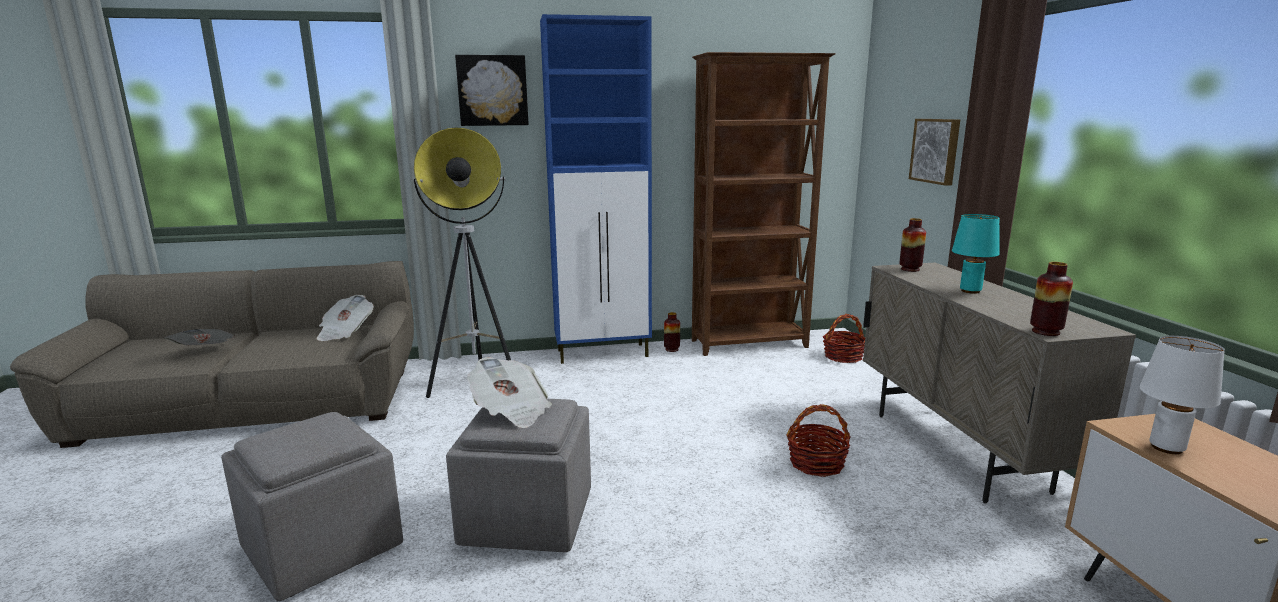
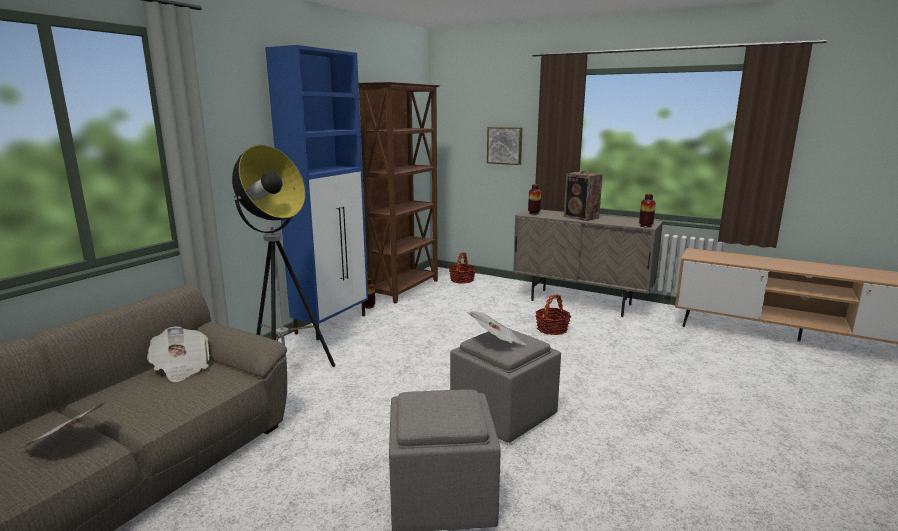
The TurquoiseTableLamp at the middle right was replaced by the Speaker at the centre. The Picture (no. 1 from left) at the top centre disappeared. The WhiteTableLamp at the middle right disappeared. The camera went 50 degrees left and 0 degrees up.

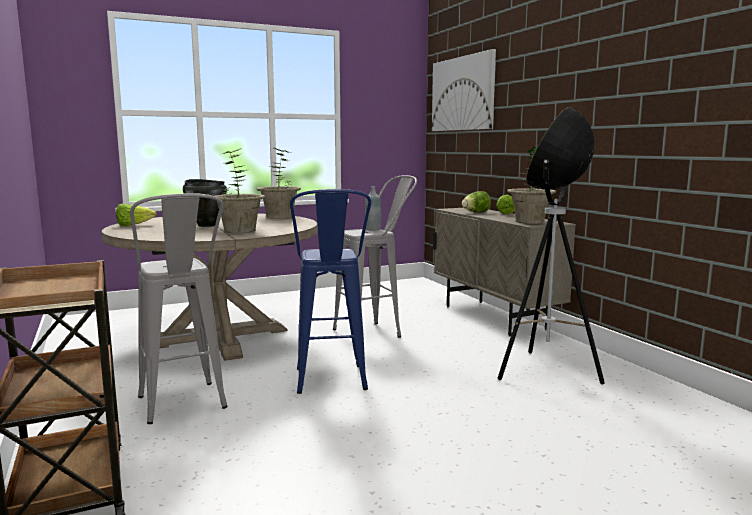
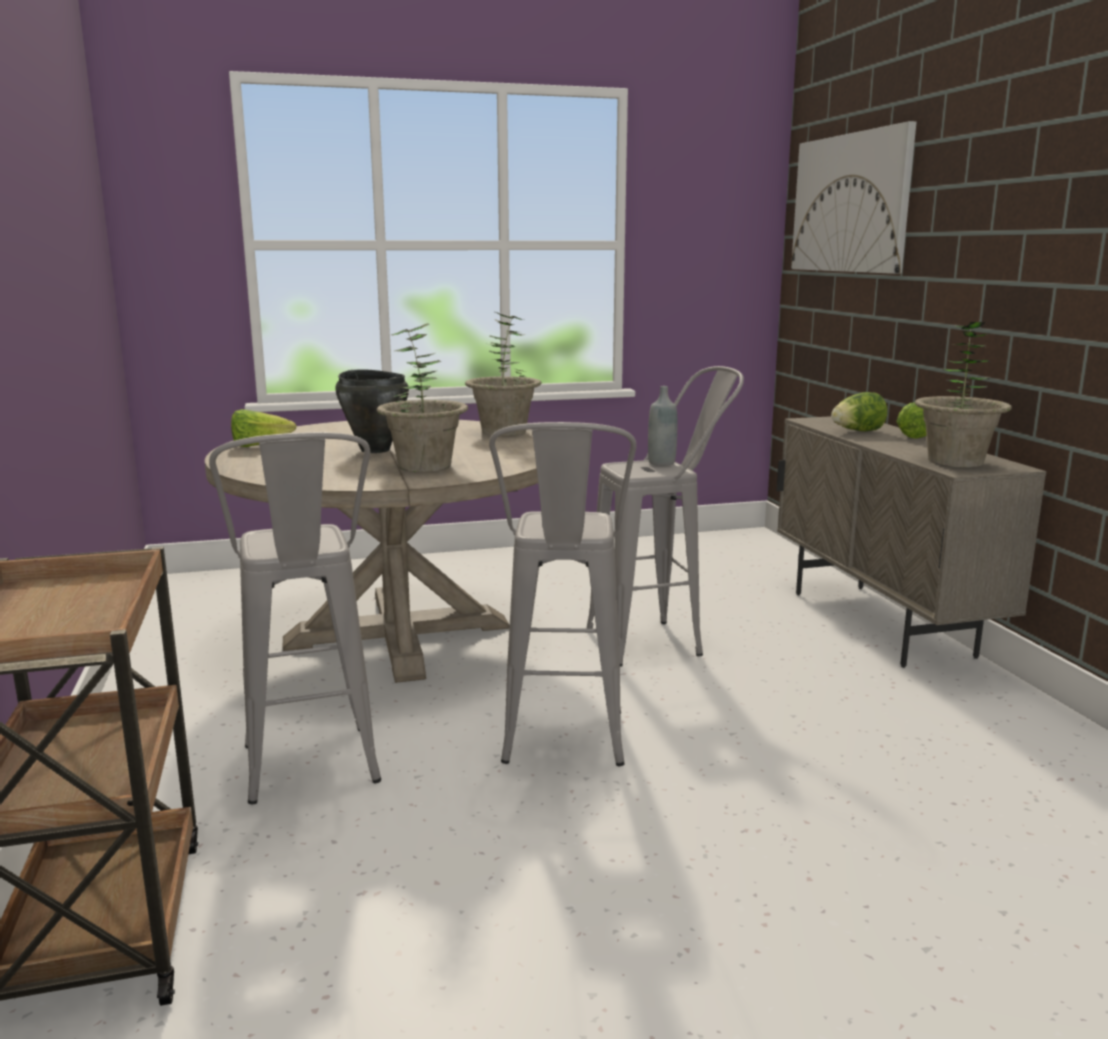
The BlueStool at the centre became the GreyStool (no. 2 from left) at the centre. The FloorLamp at the middle right disappeared. The camera went 10 degrees right and 5 degrees up.

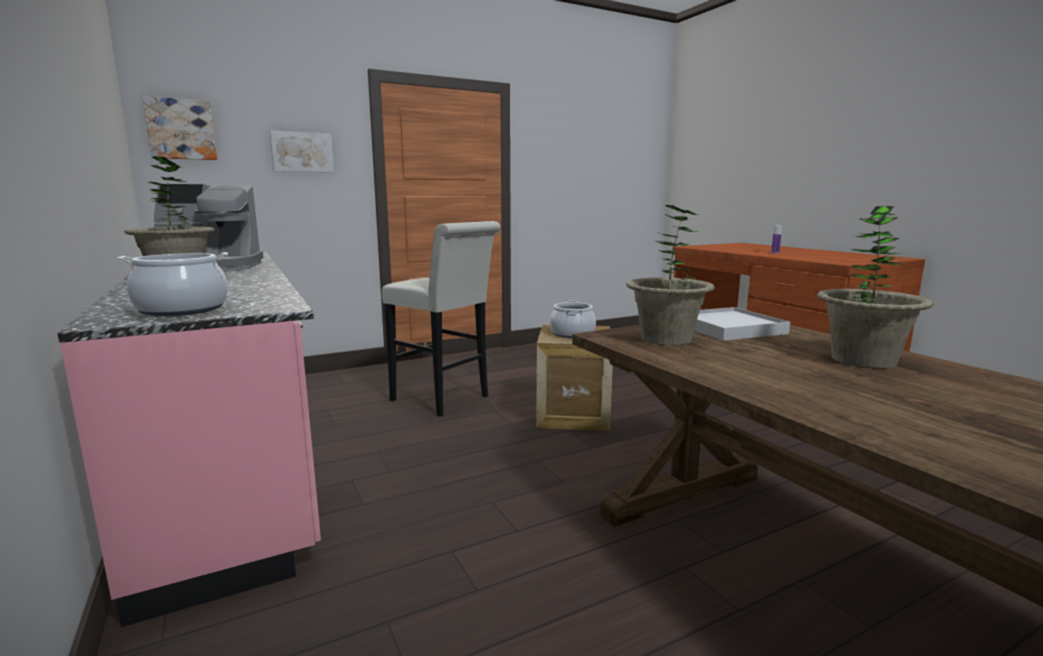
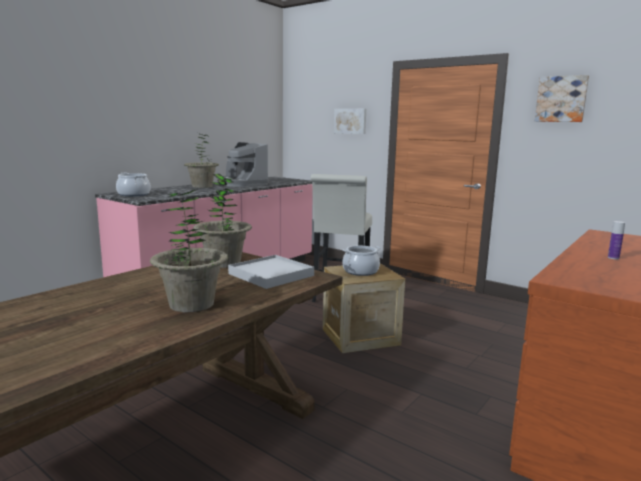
The Picture (no. 1 from left in the first image) moved from the top left to the top right. The camera went 65 degrees right and 0 degrees up.

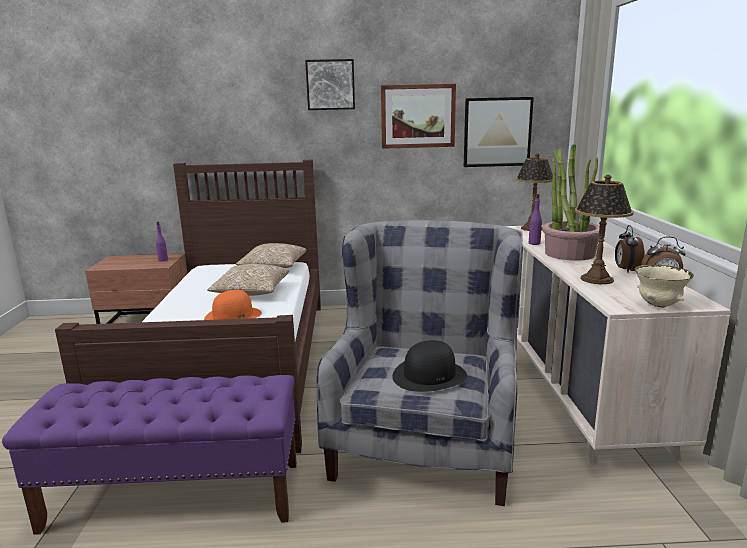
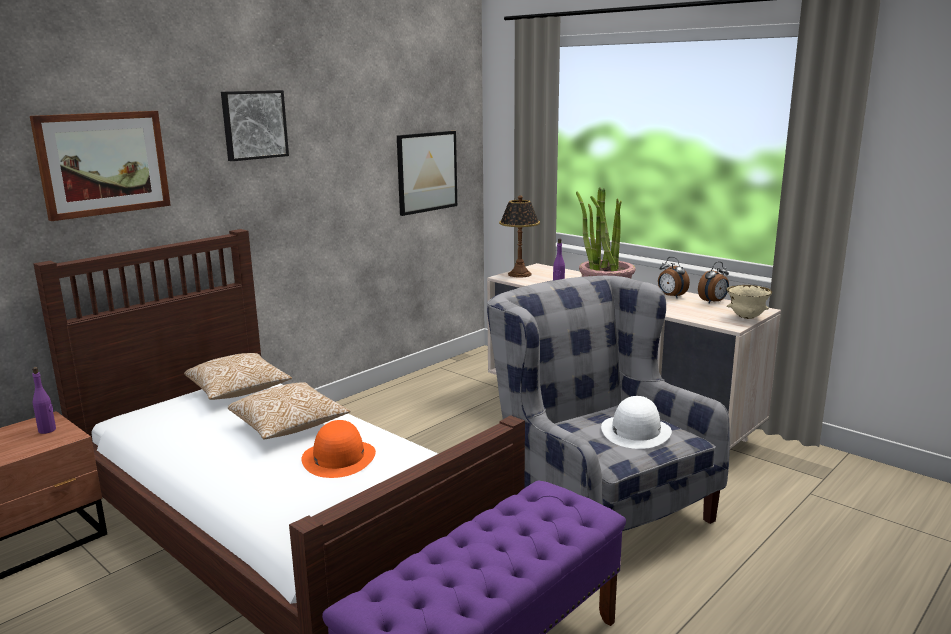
The Picture (no. 2 from left in the first image) moved from the top centre to the top left. The BlackHat at the bottom centre became the WhiteHat at the middle right. The TableLamp (no. 2 from left) at the middle right disappeared. The camera went 45 degrees left and 0 degrees up.

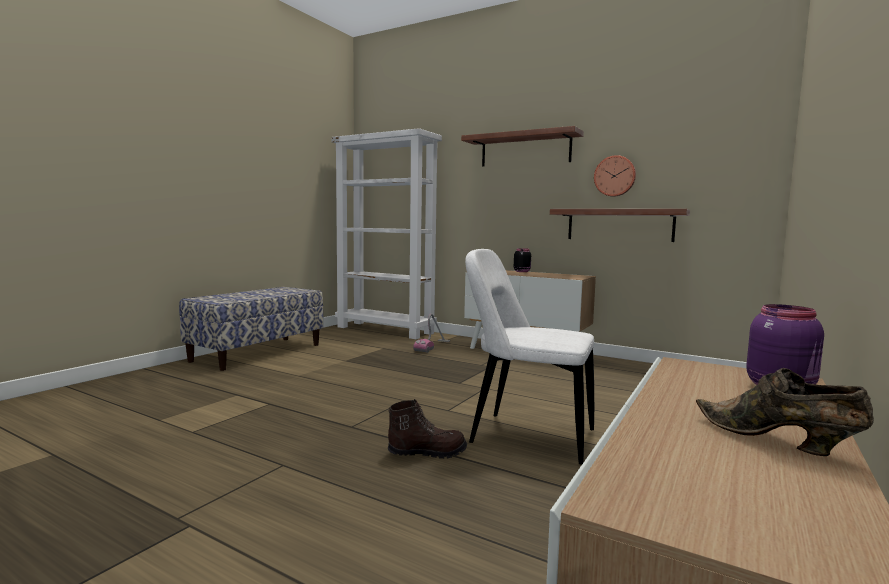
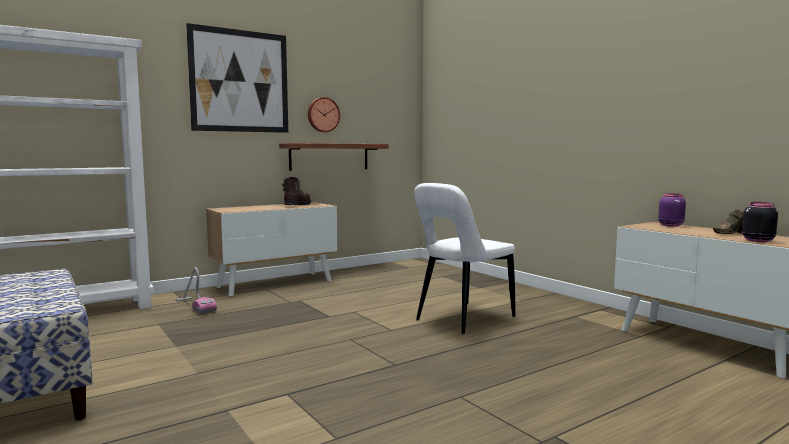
The Shelf (no. 1 from left) at the top centre was replaced by the Picture at the top left. The BrownBoot moved from the bottom centre to the centre. The BlackJar moved from the centre to the middle right. The camera went 65 degrees left and 0 degrees up.

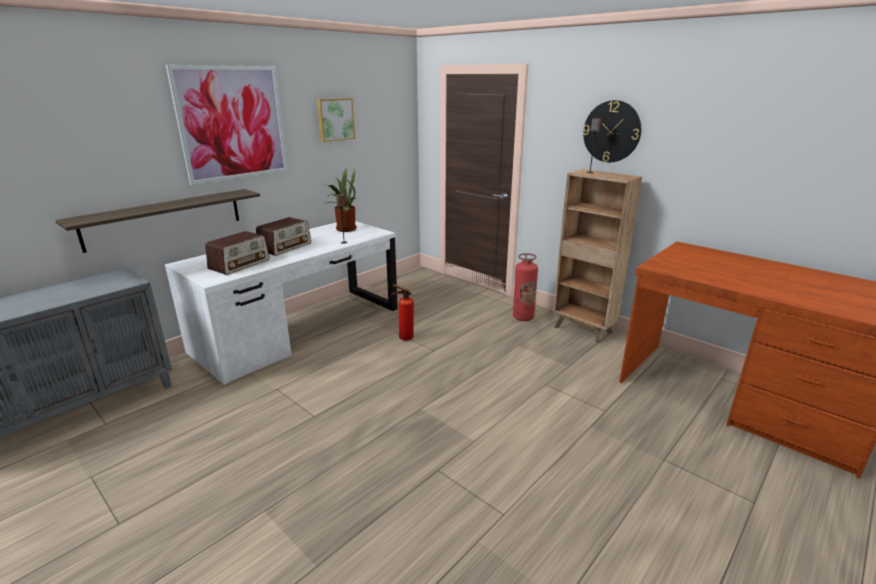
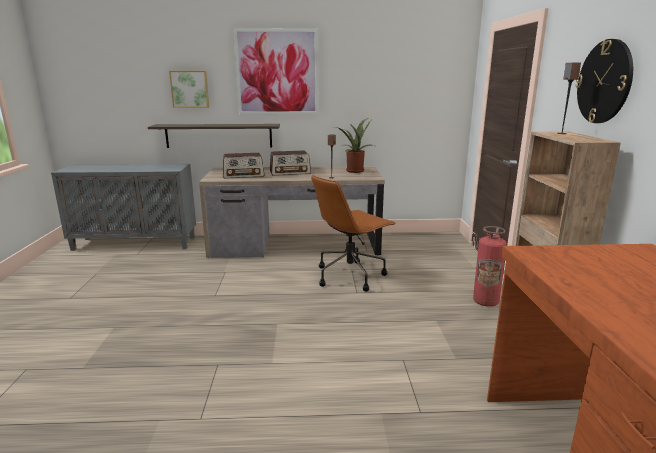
The Picture (no. 2 from left in the first image) moved from the top centre to the top left. The WhiteDesk at the middle left became the BrownDesk (no. 1 from left) at the centre. The FireExtinguisher (no. 1 from left) at the centre was replaced by the BrownOfficeChair at the centre. The camera went 45 degrees right and 5 degrees down.

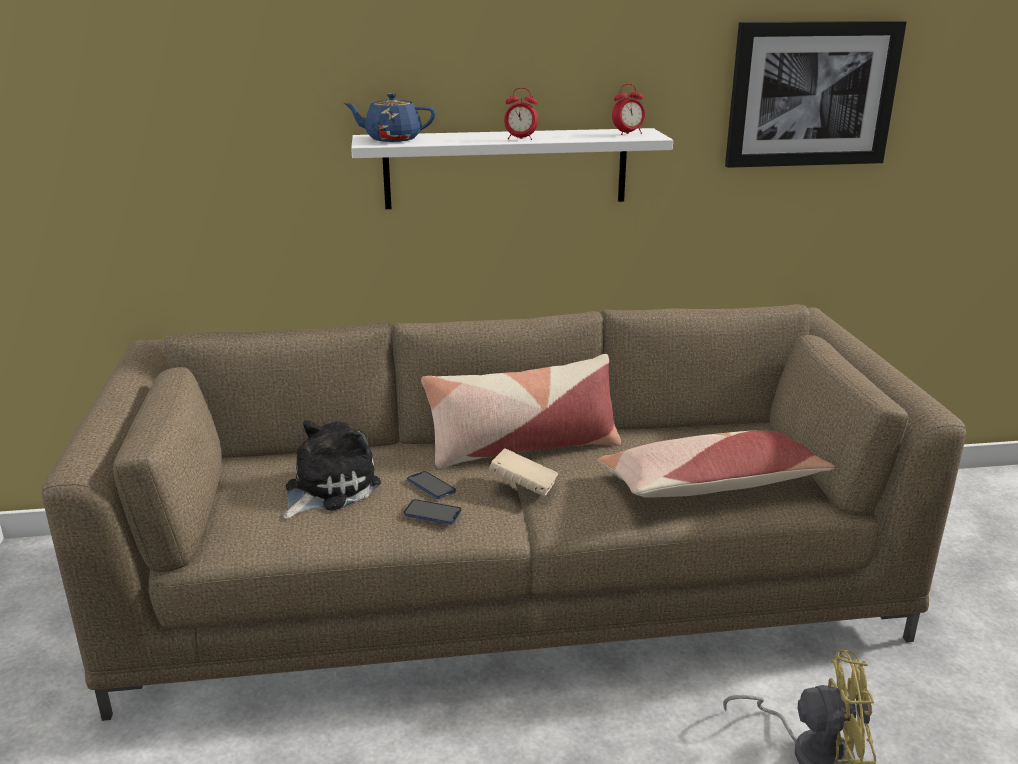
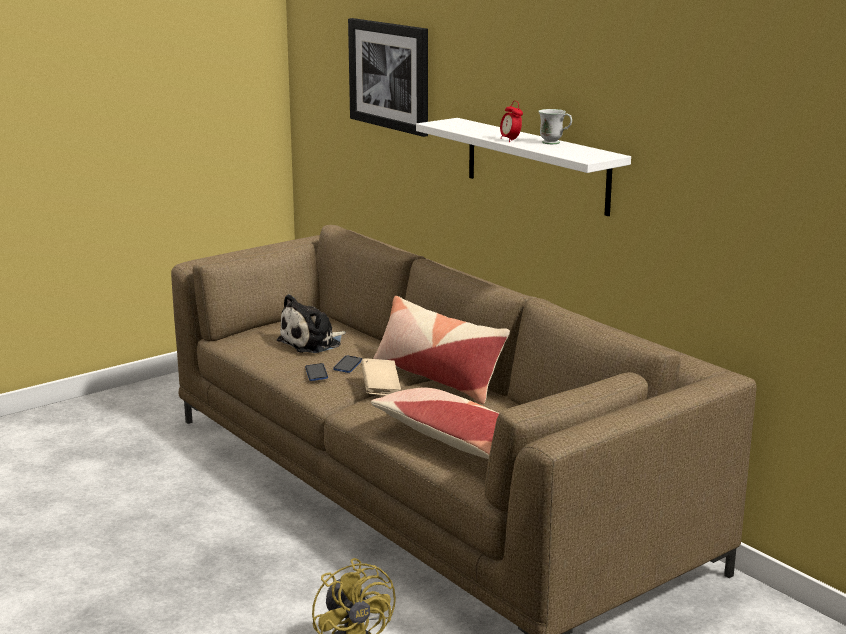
The PlushToy at the middle left turned 135 degrees clockwise. The Picture moved from the top right to the top centre. The WhiteMug at the top centre appeared. The BlueTeapot at the top centre disappeared. The AlarmClock (no. 2 from left) at the top centre disappeared. The camera went 60 degrees right and 5 degrees down.

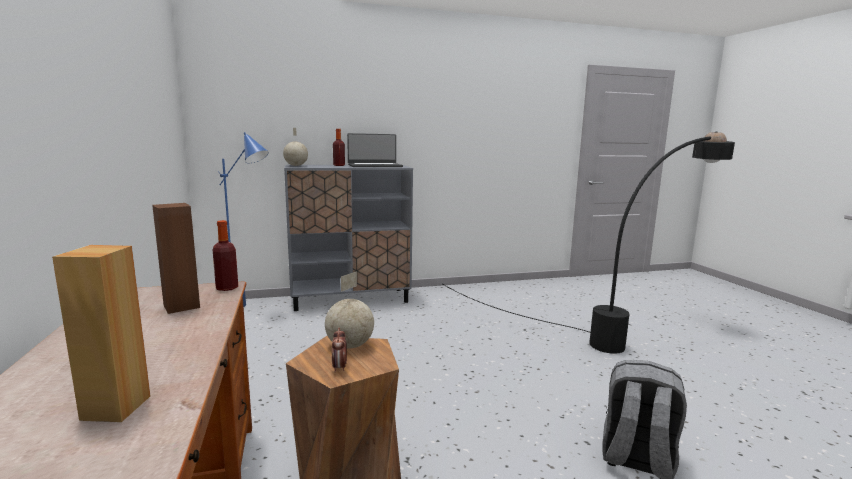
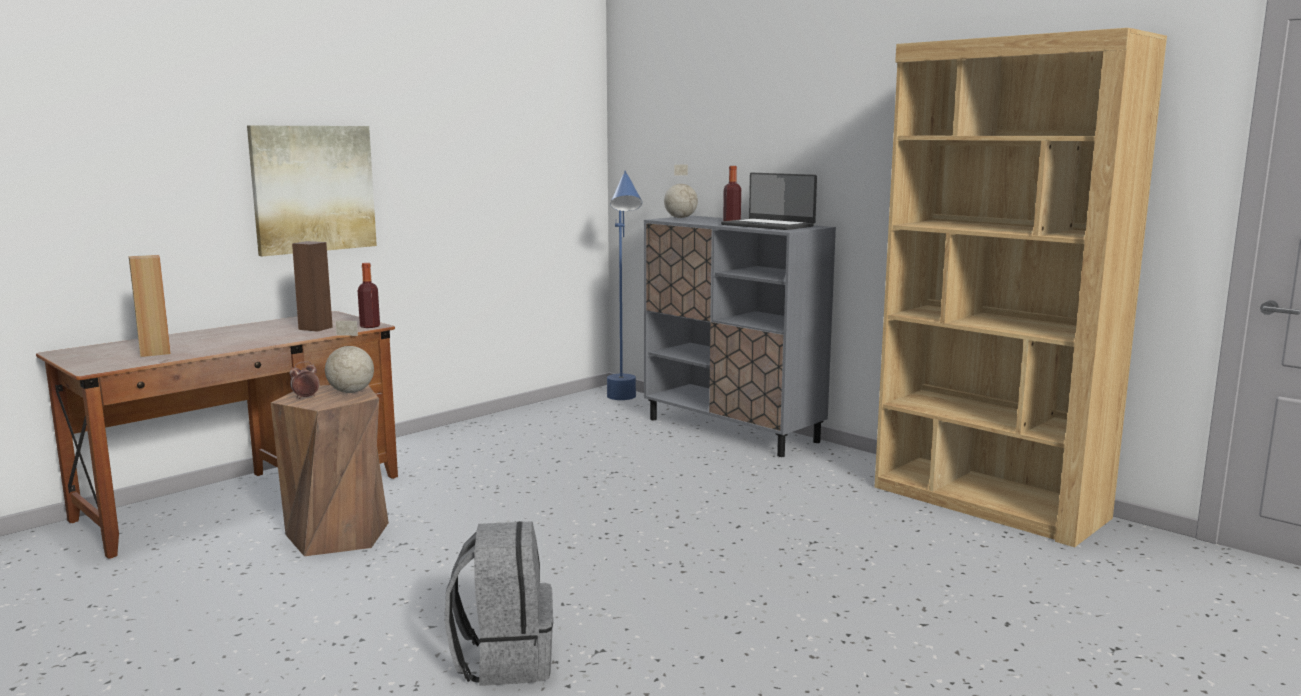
The Picture at the top left appeared. The BrownBookcase at the middle right appeared. The BlackFloorLamp at the middle right disappeared. The camera went 60 degrees right and 0 degrees up.

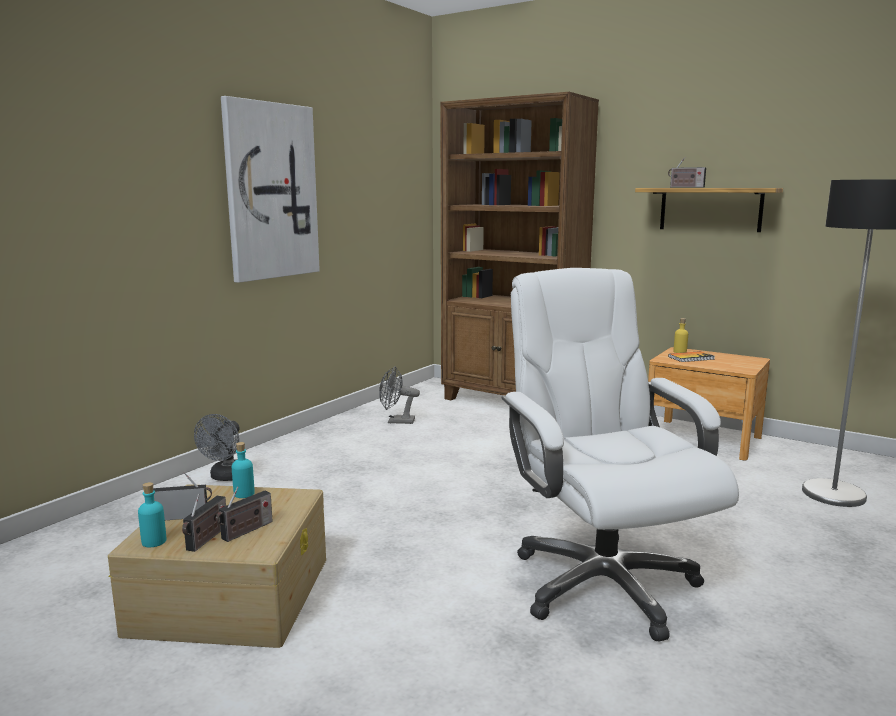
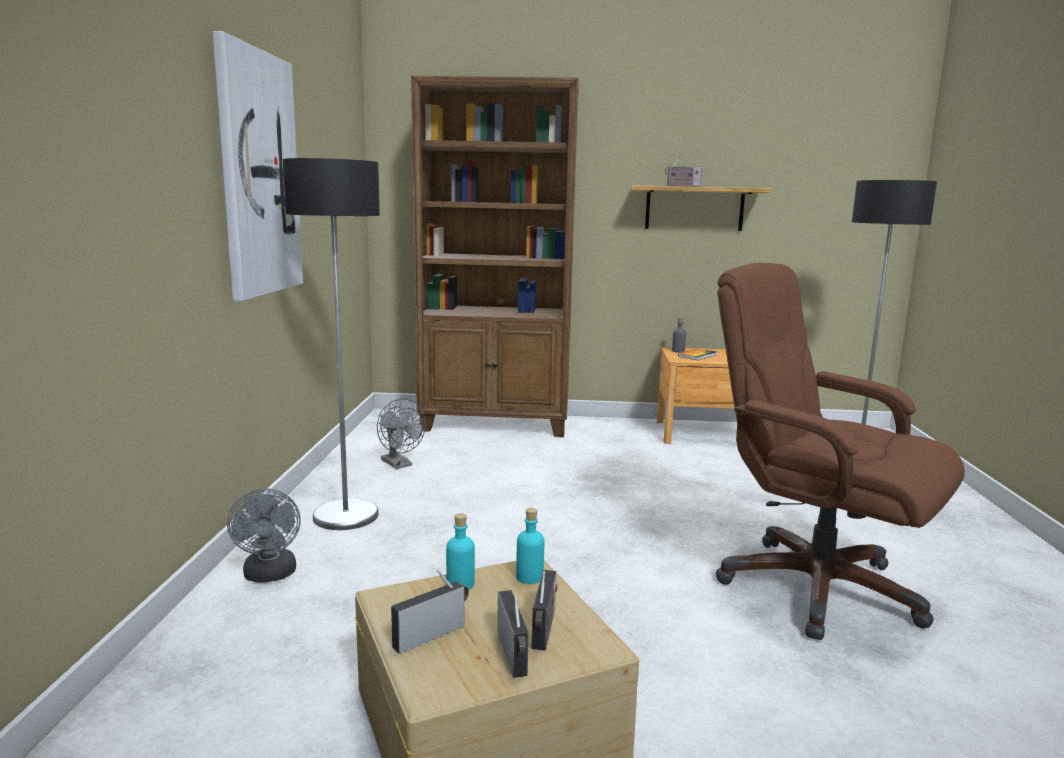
The FloorLamp (no. 1 from left) at the middle left appeared. The GreyFan (no. 2 from left) at the centre turned 105 degrees counterclockwise. The TurquoiseBottle (no. 1 from left in the first image) moved from the bottom left to the bottom centre. The YellowBottle at the middle right became the GreyBottle at the centre. The WhiteOfficeChair at the middle right became the BrownOfficeChair at the middle right. The camera went 30 degrees left and 0 degrees up.

